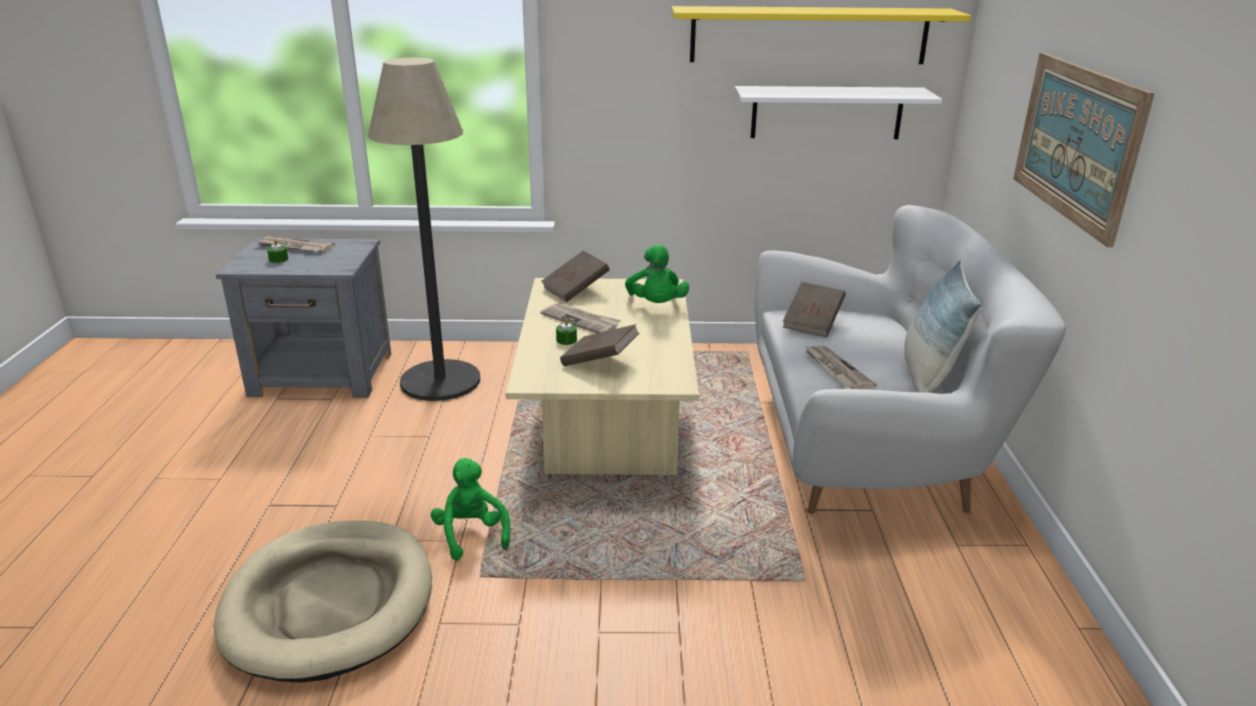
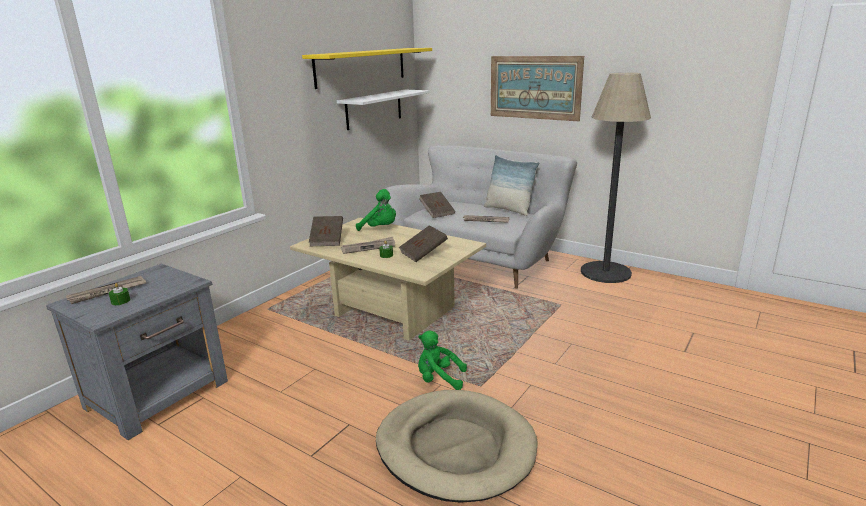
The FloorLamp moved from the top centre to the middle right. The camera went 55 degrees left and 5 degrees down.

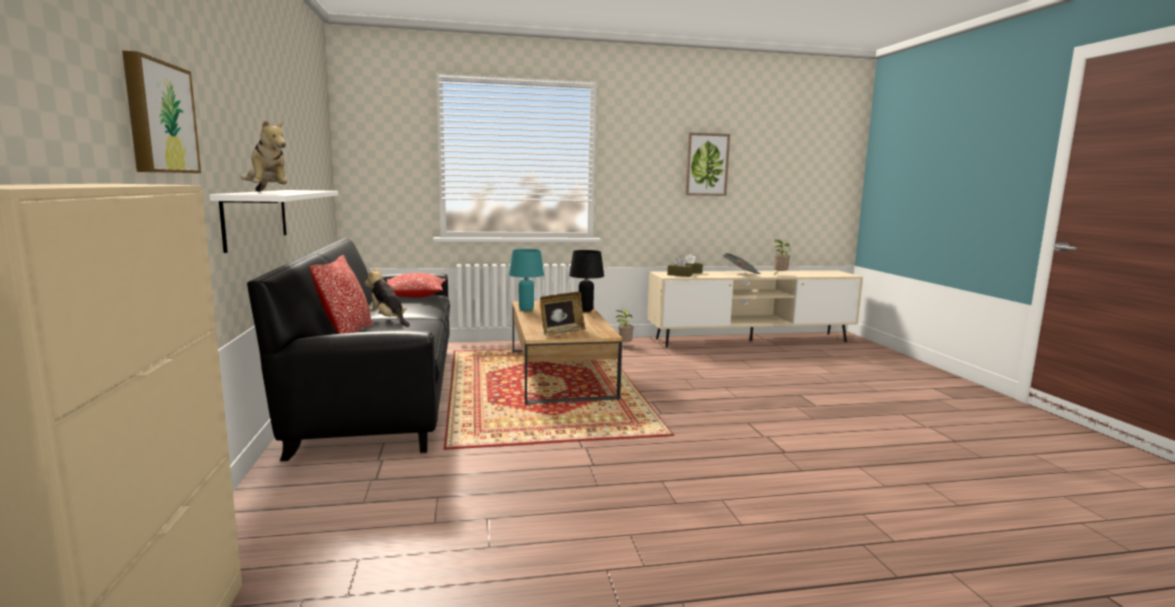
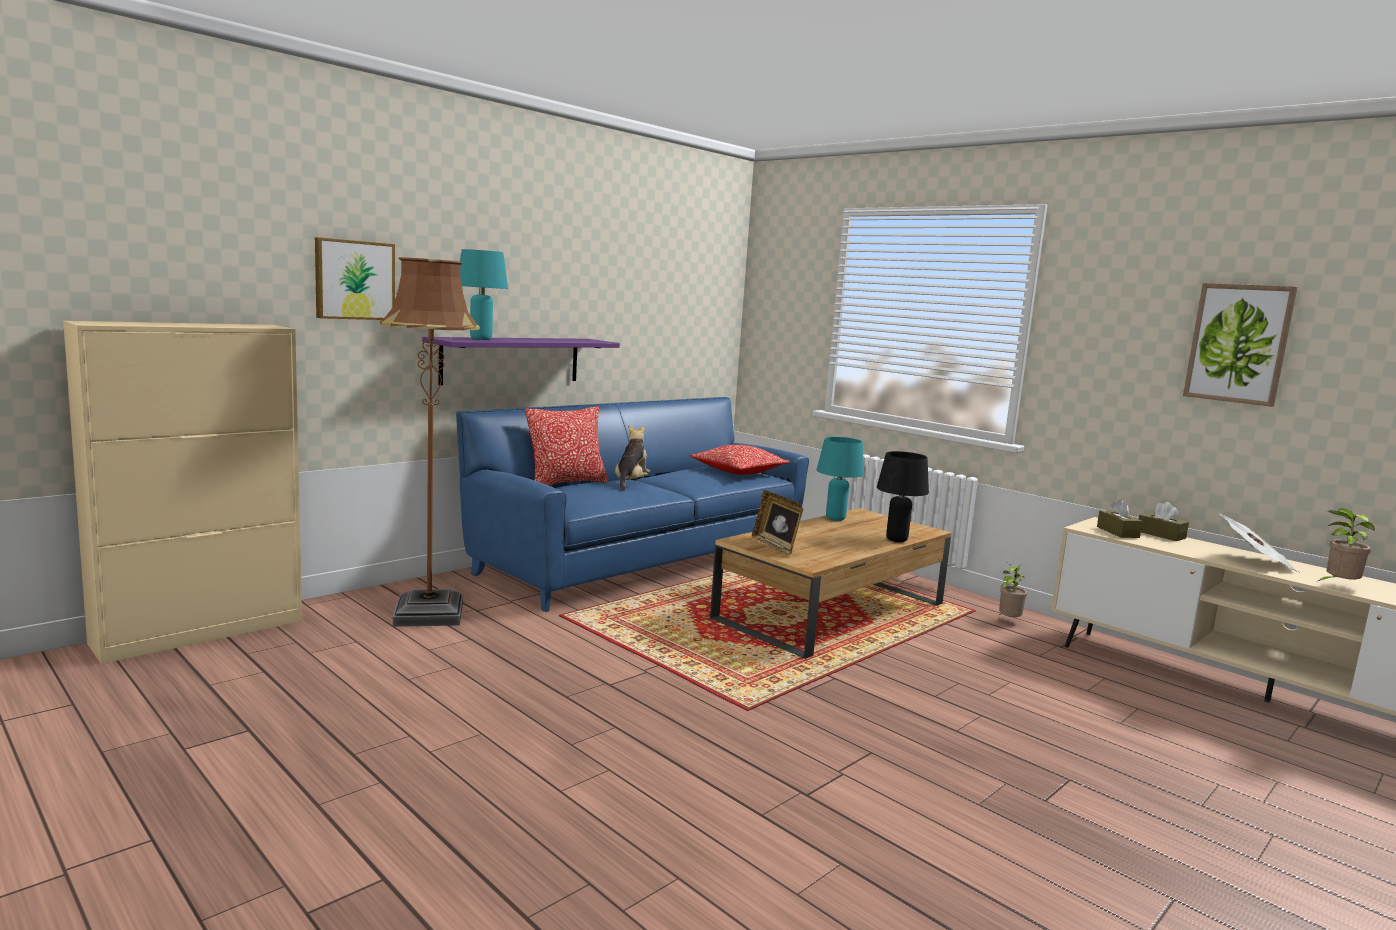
The BrownFloorLamp at the middle left appeared. The WhiteShelf at the middle left became the PurpleShelf at the centre. The BlackSofa at the middle left became the BlueSofa at the centre. The PlushToy (no. 1 from left) at the top left was replaced by the TurquoiseTableLamp (no. 1 from left) at the top centre. The PictureFrame at the centre turned 45 degrees clockwise. The camera went 55 degrees right and 0 degrees up.

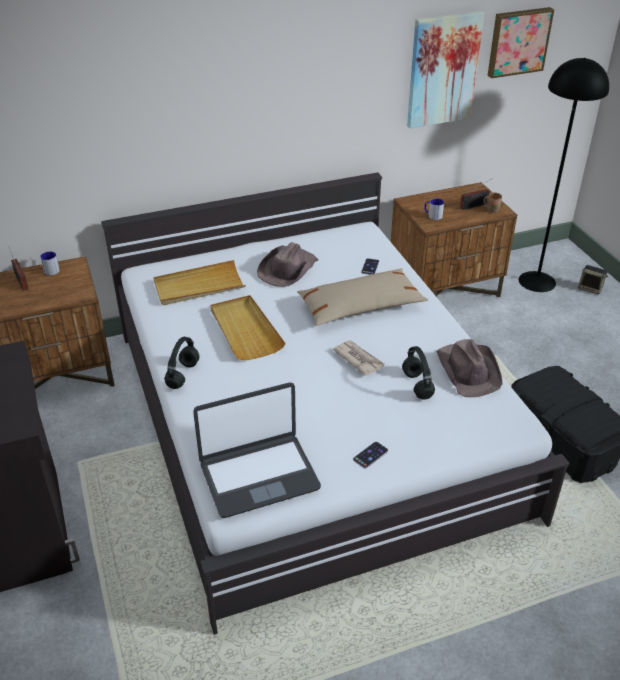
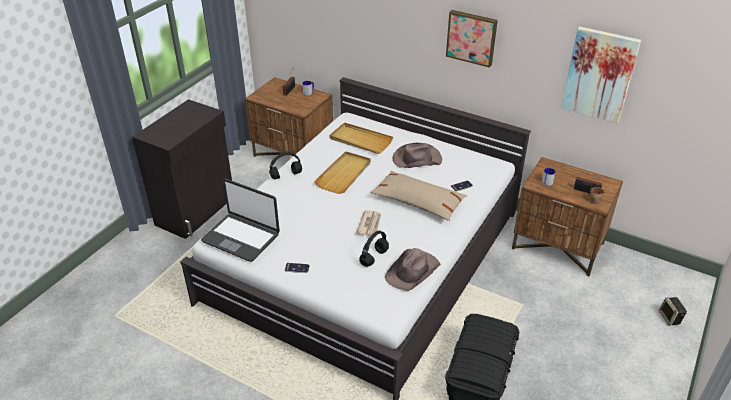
The Picture (no. 2 from left in the first image) moved from the top right to the top centre. The BlackFloorLamp at the top right disappeared. The camera went 50 degrees right and 0 degrees up.

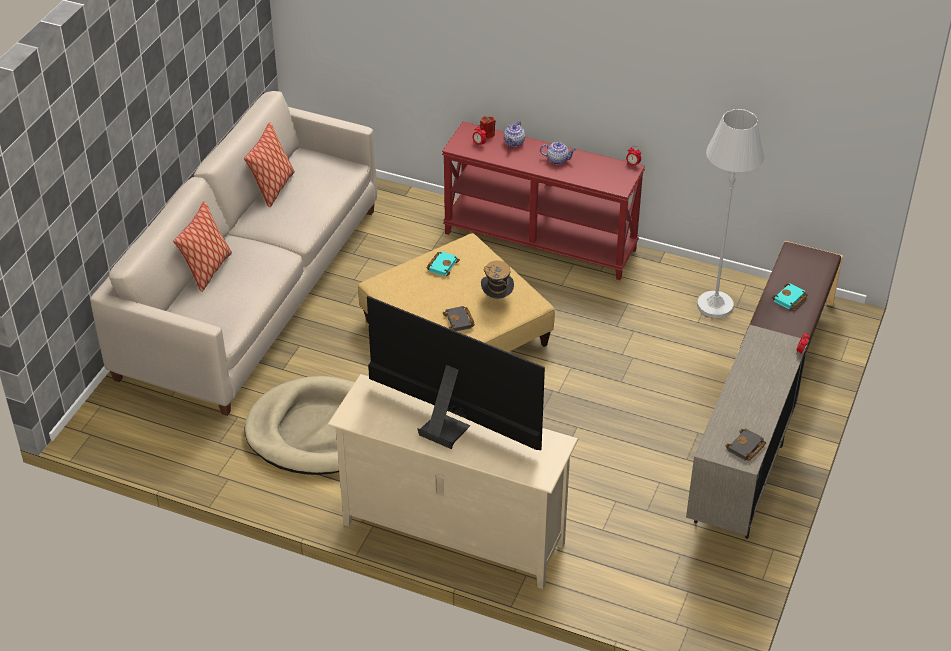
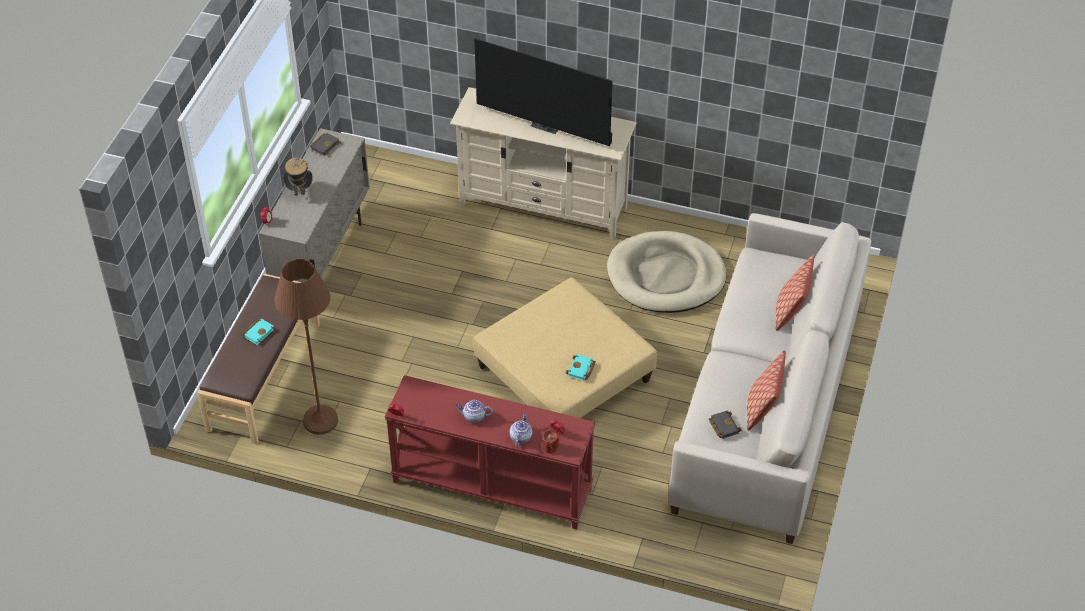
The WhiteFloorLamp at the top right became the BrownFloorLamp at the middle left. The Hat moved from the centre to the top left. The BlackBook (no. 1 from left in the first image) moved from the centre to the bottom right. The camera went 175 degrees right and 5 degrees up.

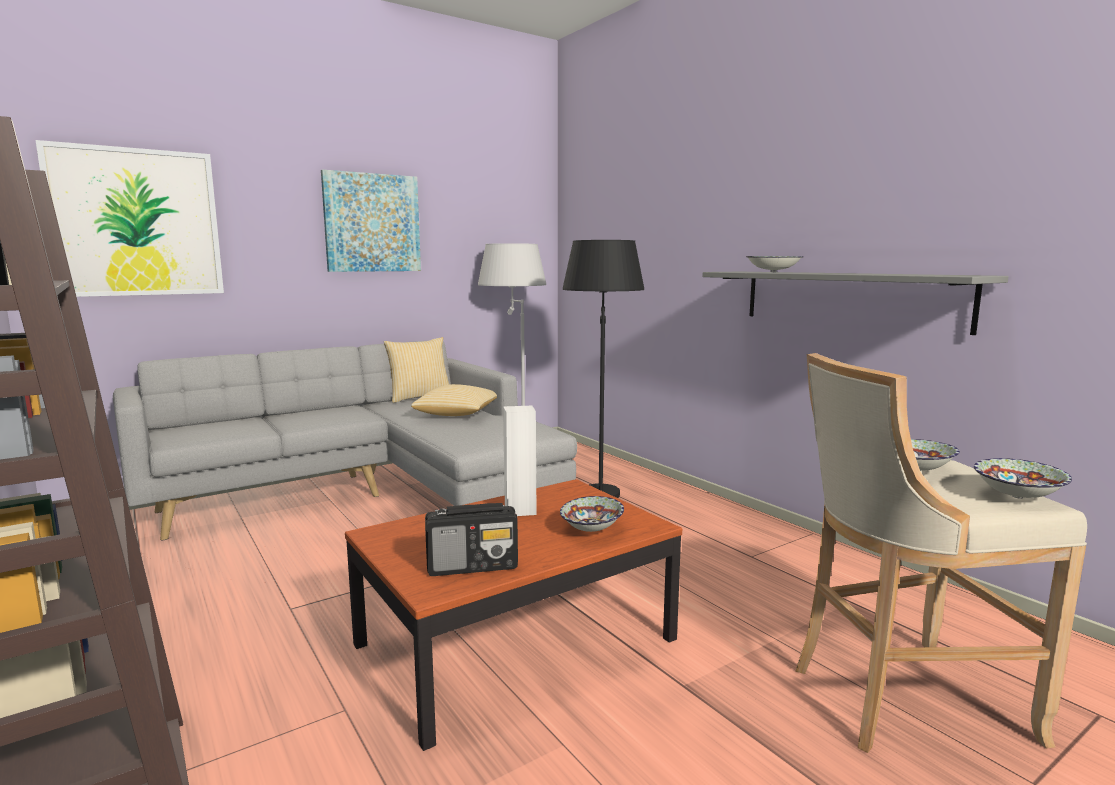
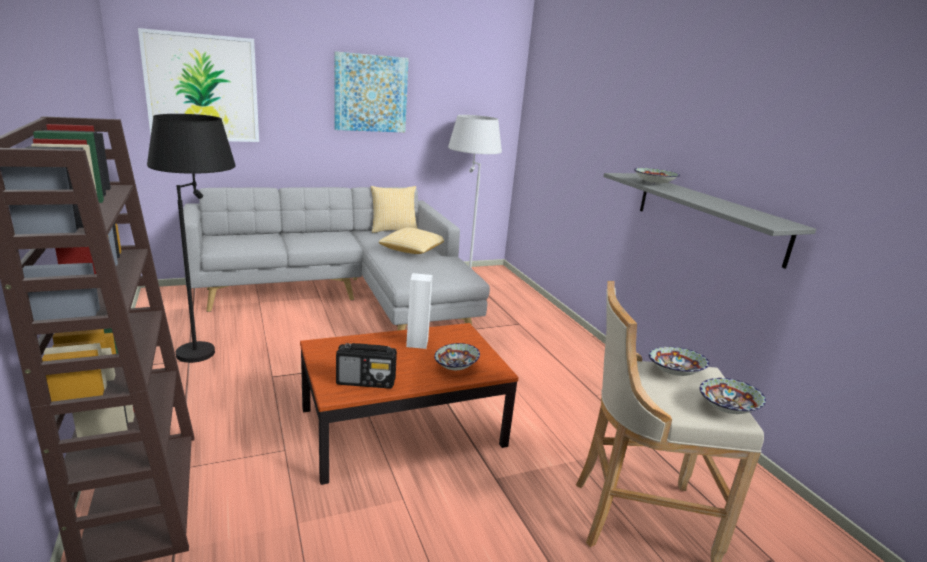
The BlackFloorLamp moved from the centre to the middle left. The camera went 10 degrees right and 10 degrees up.

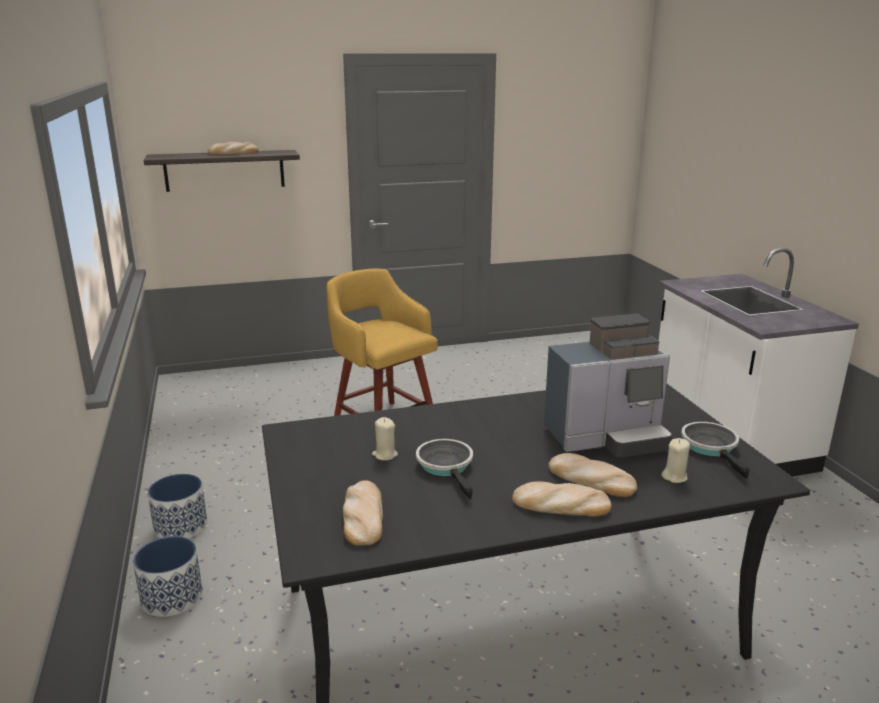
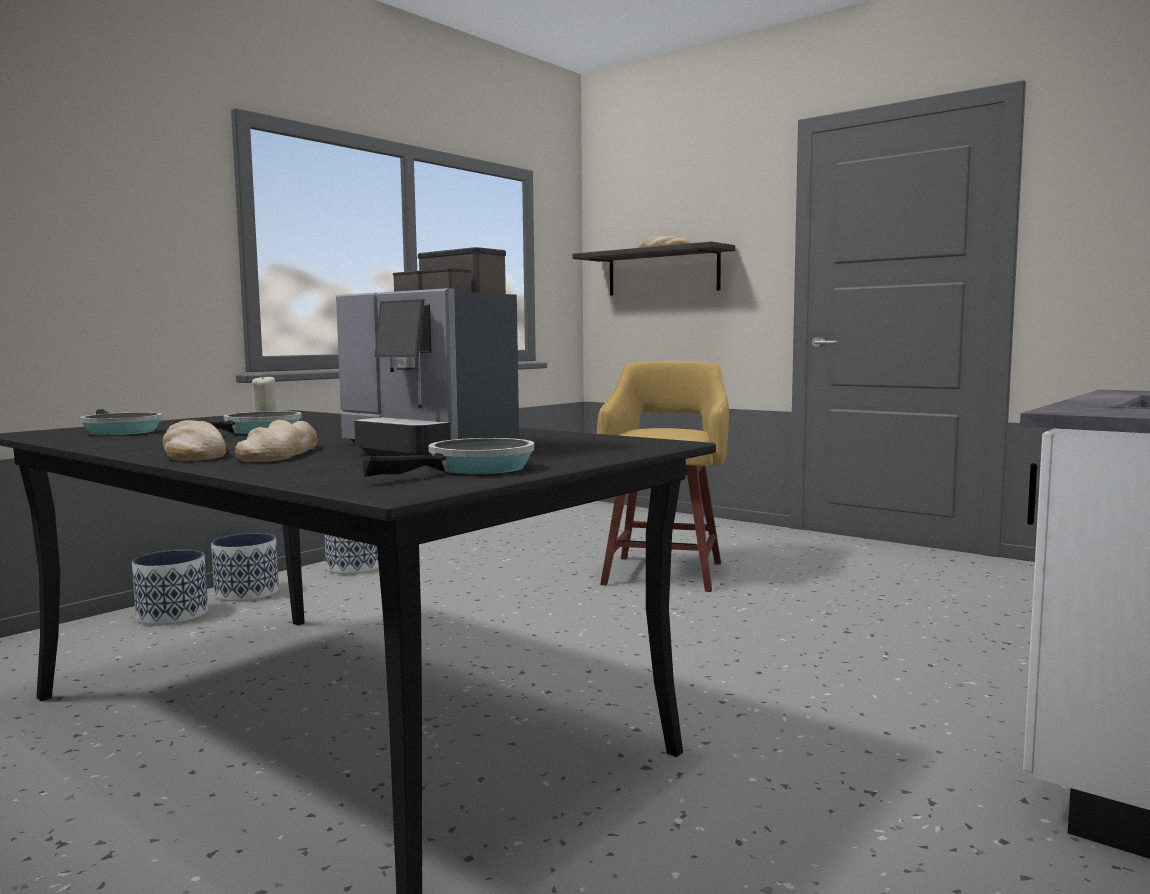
The Bread (no. 2 from left) at the bottom centre was replaced by the FryingPan (no. 1 from left) at the middle left. The Planter (no. 1 from left) at the middle left appeared. The BeigeCandle (no. 2 from left) at the middle right disappeared. The camera went 55 degrees right and 15 degrees down.

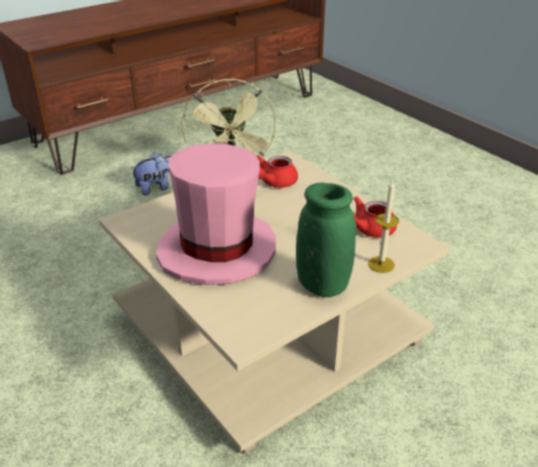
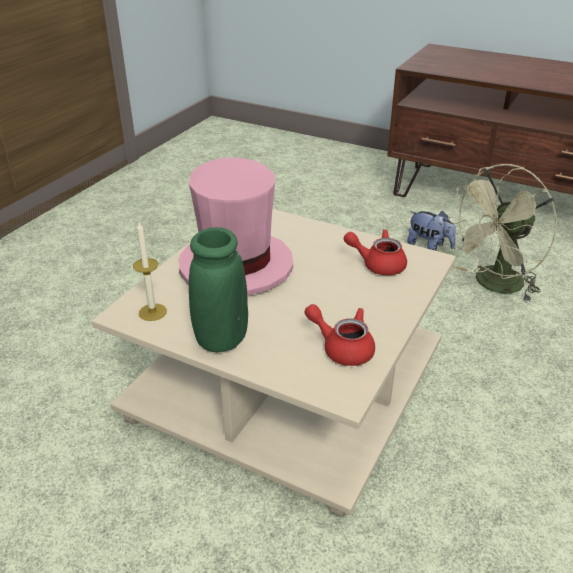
The Candle moved from the middle right to the middle left. The camera went 65 degrees right and 0 degrees up.

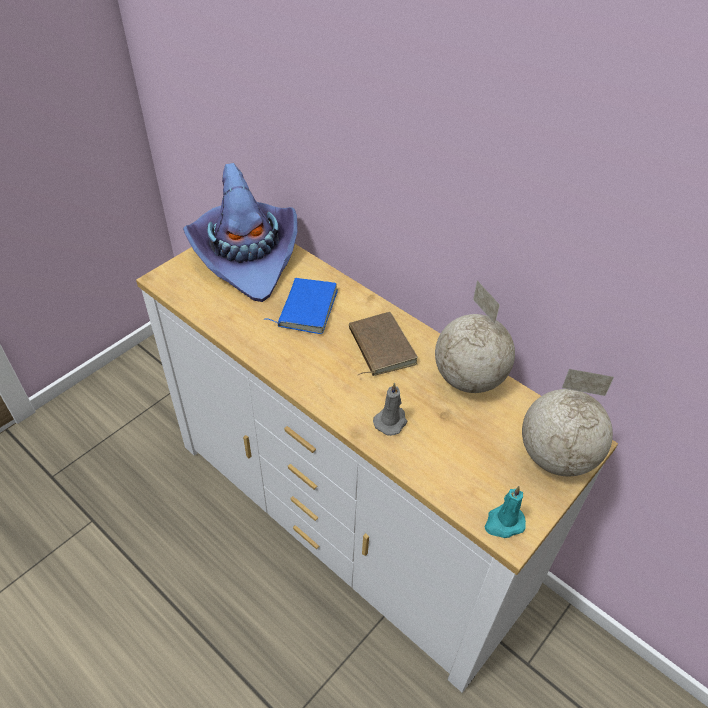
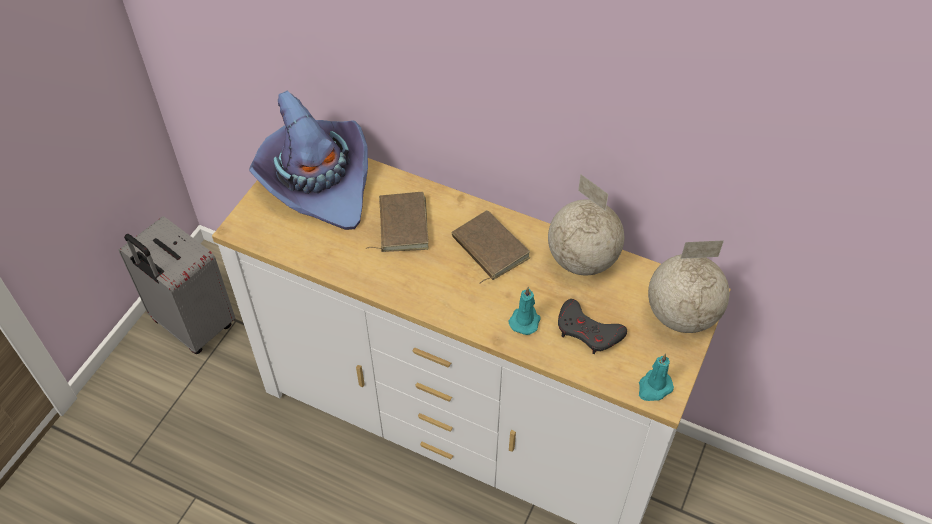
The GreySuitcase at the middle left appeared. The BlueBook at the centre became the BrownBook (no. 1 from left) at the centre. The GreyCandle at the centre became the TurquoiseCandle (no. 1 from left) at the centre. The GreyGameController at the centre appeared. The camera went 15 degrees left and 5 degrees up.

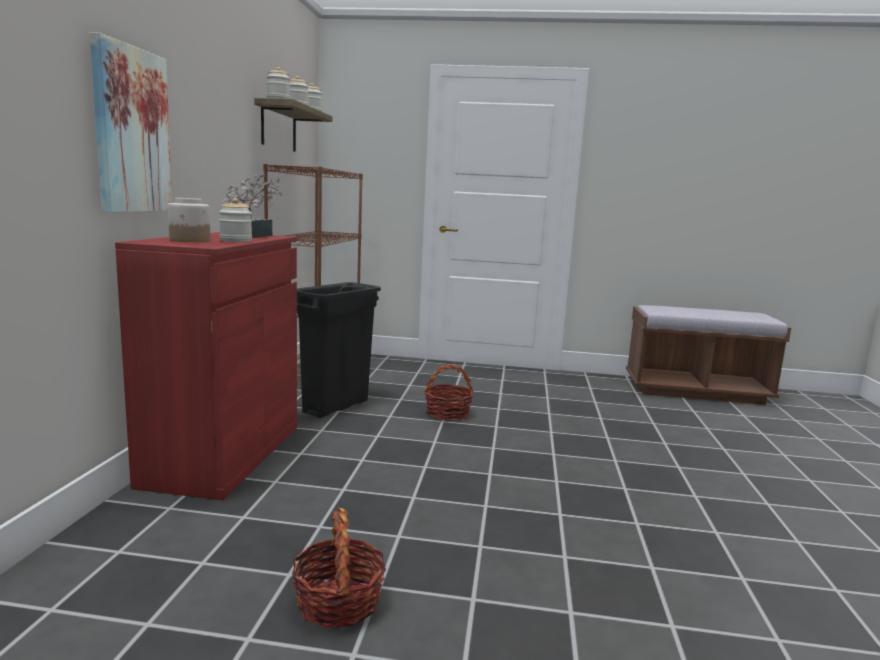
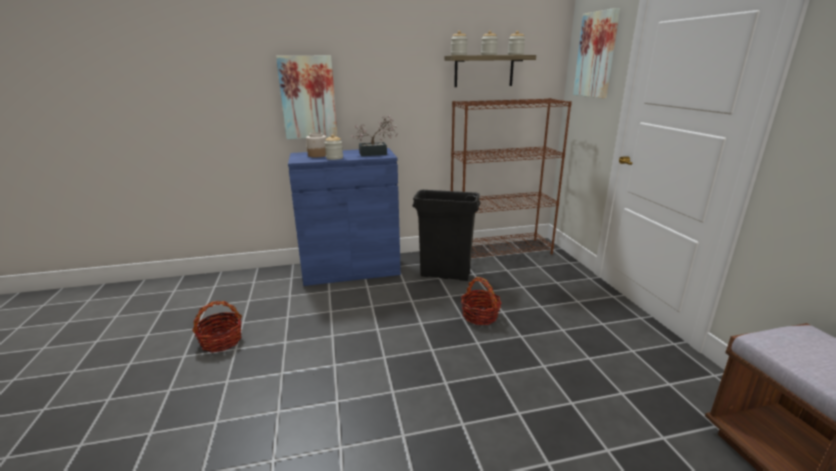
The RedCabinet at the middle left became the BlueCabinet at the centre. The Picture (no. 2 from left) at the top right appeared. The camera went 70 degrees right and 10 degrees up.

